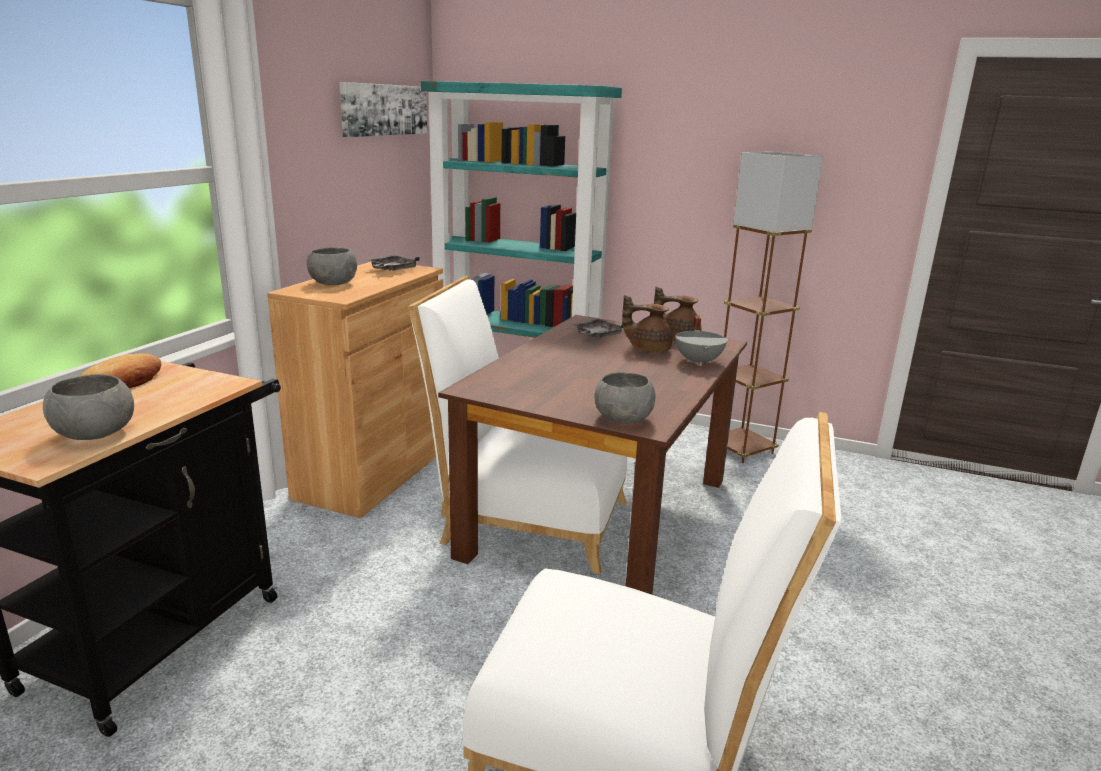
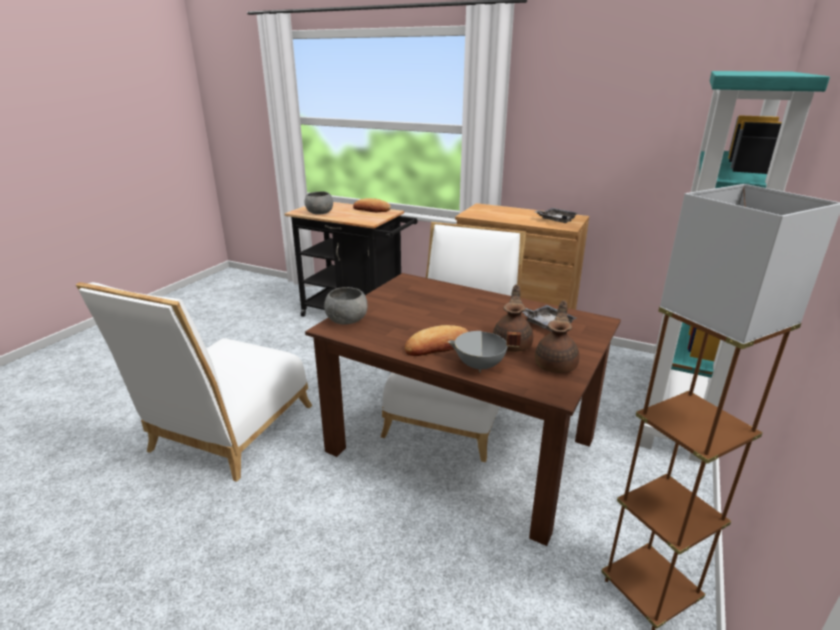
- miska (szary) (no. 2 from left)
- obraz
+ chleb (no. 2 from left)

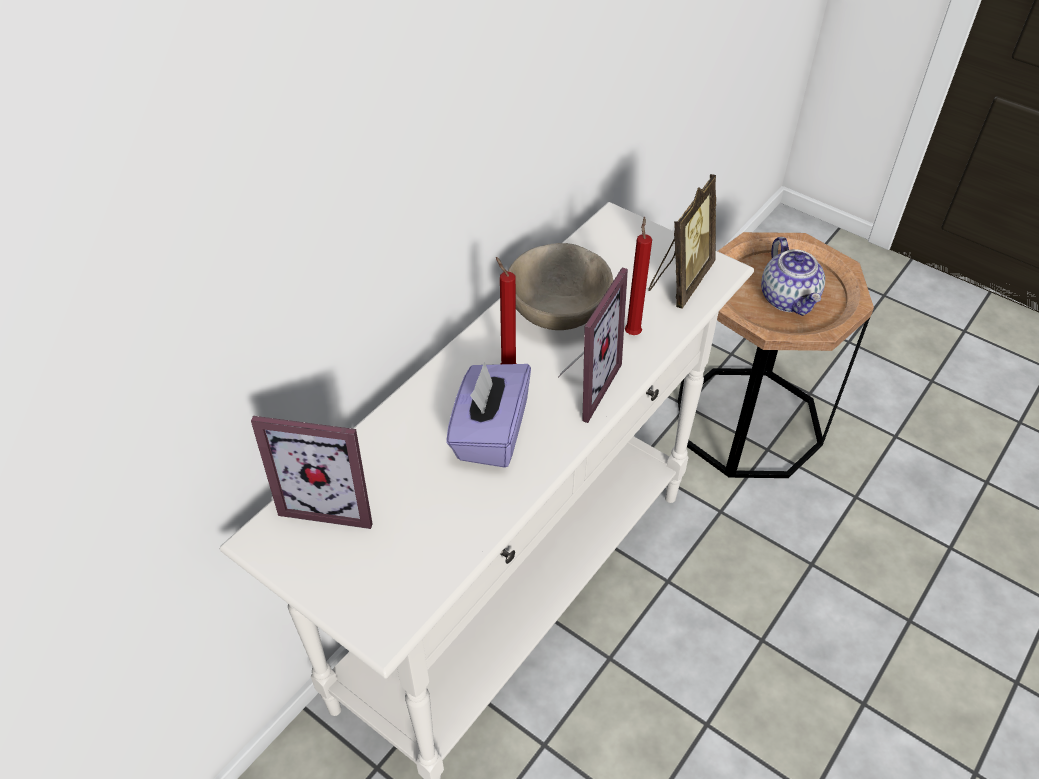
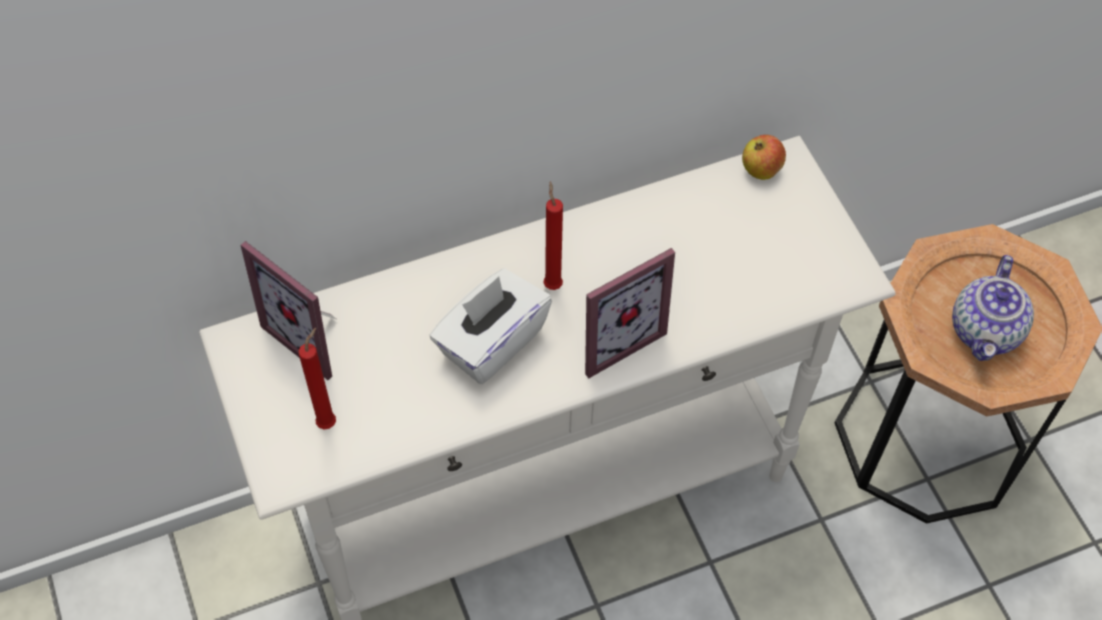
- miska (beżowy)
- ramka na zdjęcie (no. 3 from left)
+ jabłko
~ świeca (czerwony) (no. 2 from left in the first image) to świeca (czerwony) (no. 1 from left)
~ pudełko chusteczek (fioletowy) to pudełko chusteczek (biały)

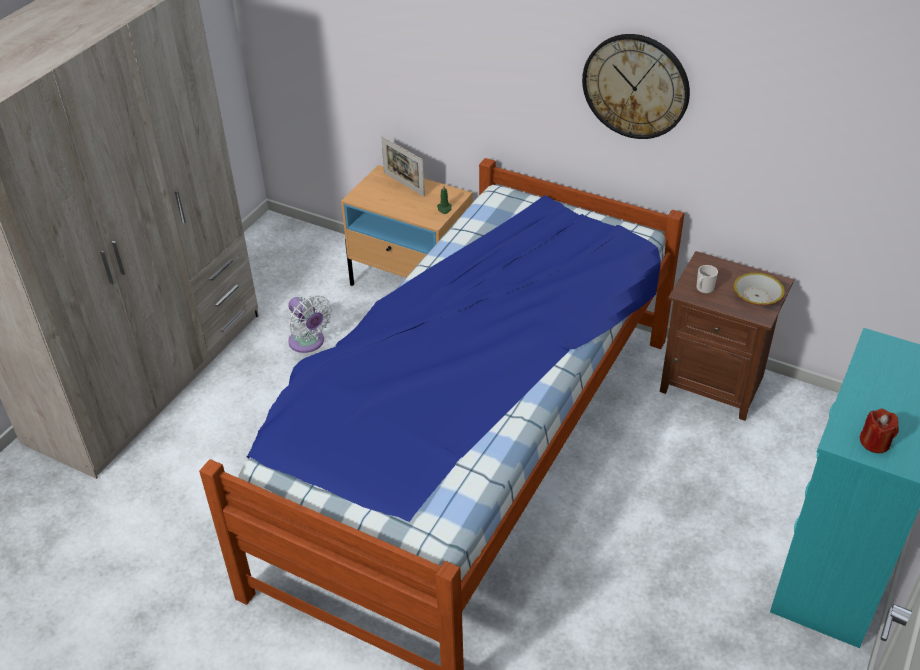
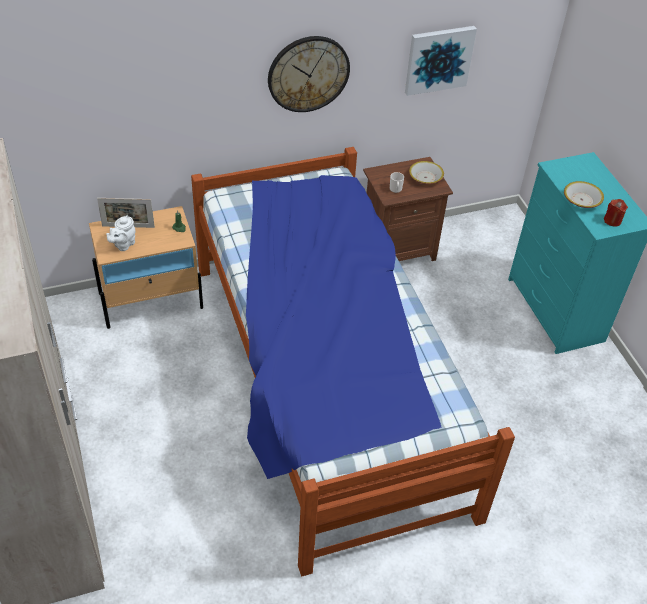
- wentylator (biały)
+ imbryk (biały)
+ obraz
+ miska (no. 2 from left)

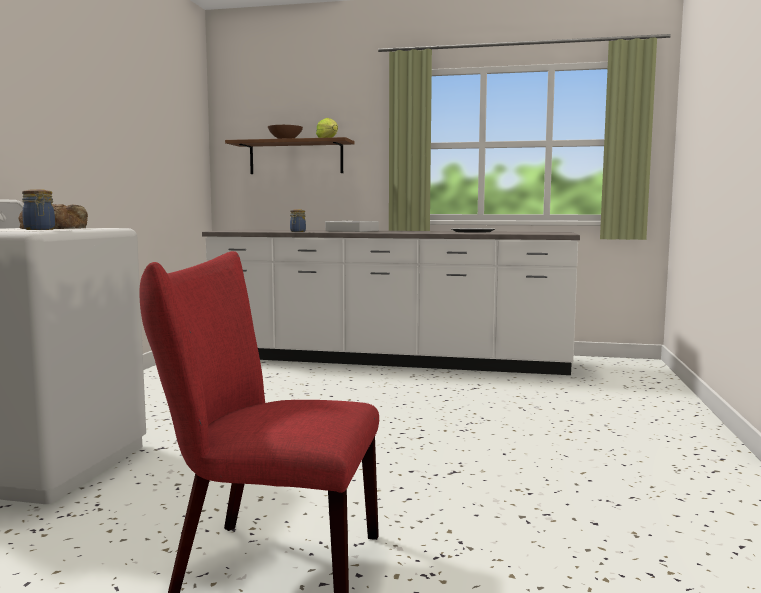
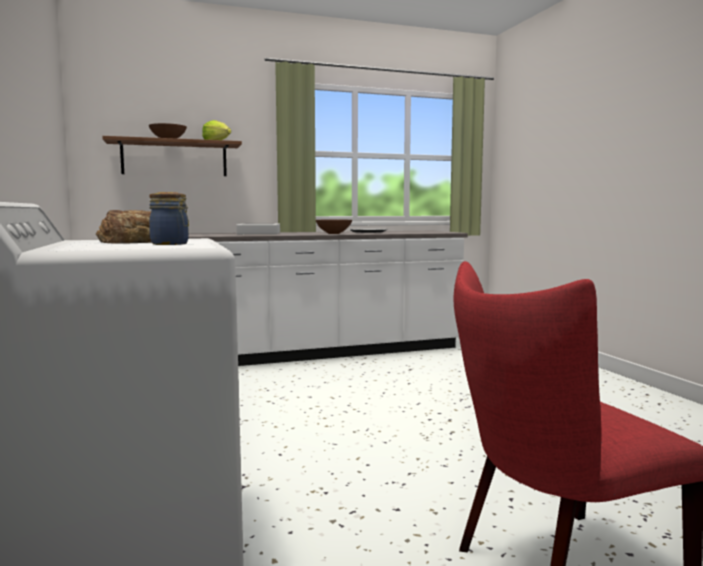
- słoik (no. 2 from left)
+ miska (brązowy) (no. 2 from left)

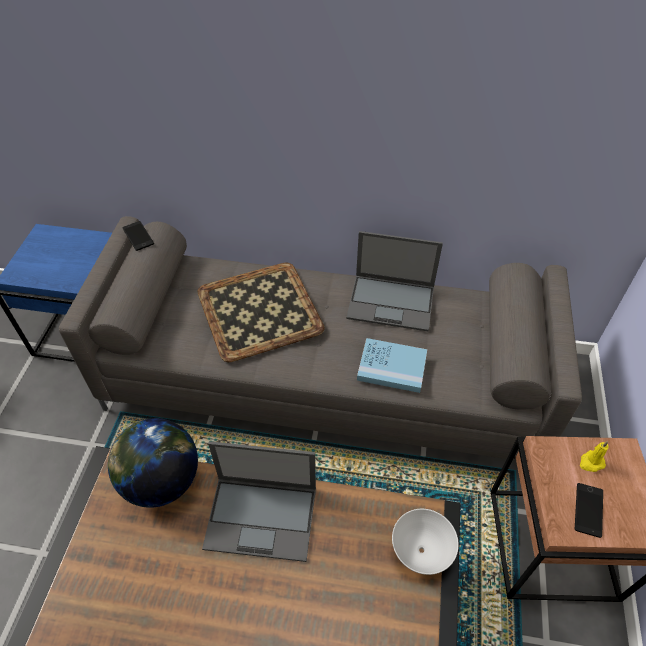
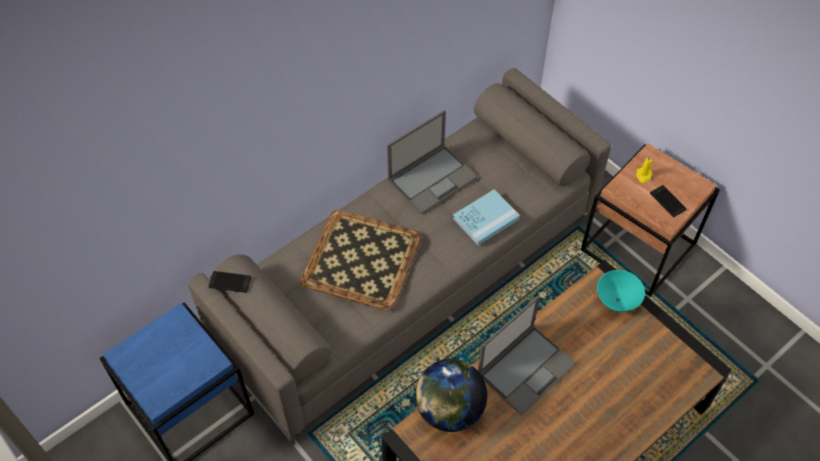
~ miska (biały) to miska (turkusowy)

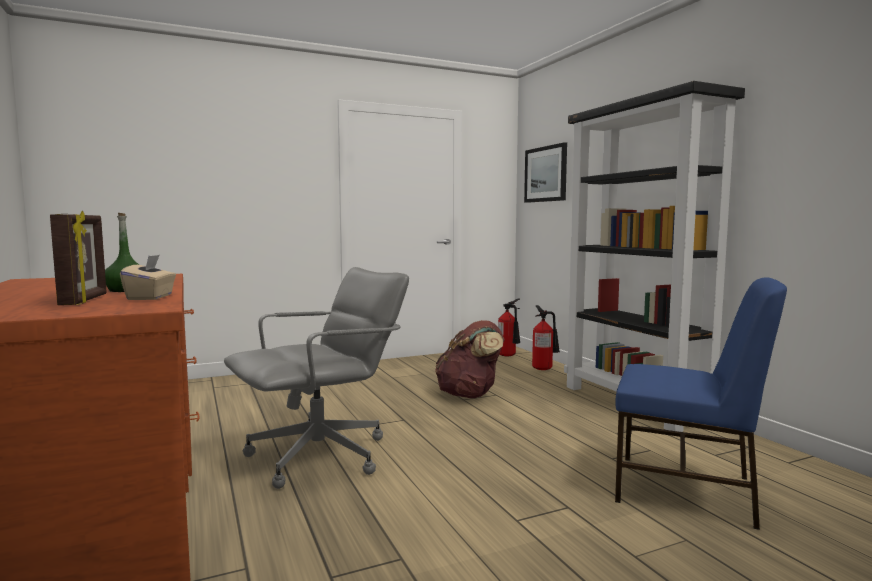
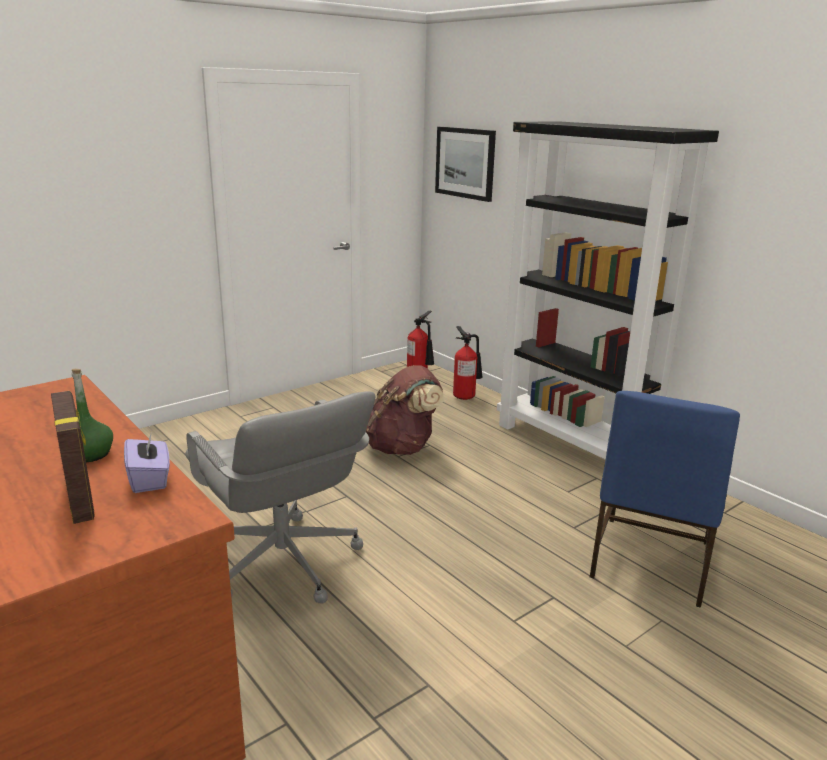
~ pudełko chusteczek (beżowy) to pudełko chusteczek (fioletowy)
~ krzesło biurowe (szary) 105 degrees clockwise
~ krzesło (niebieski) 105 degrees clockwise

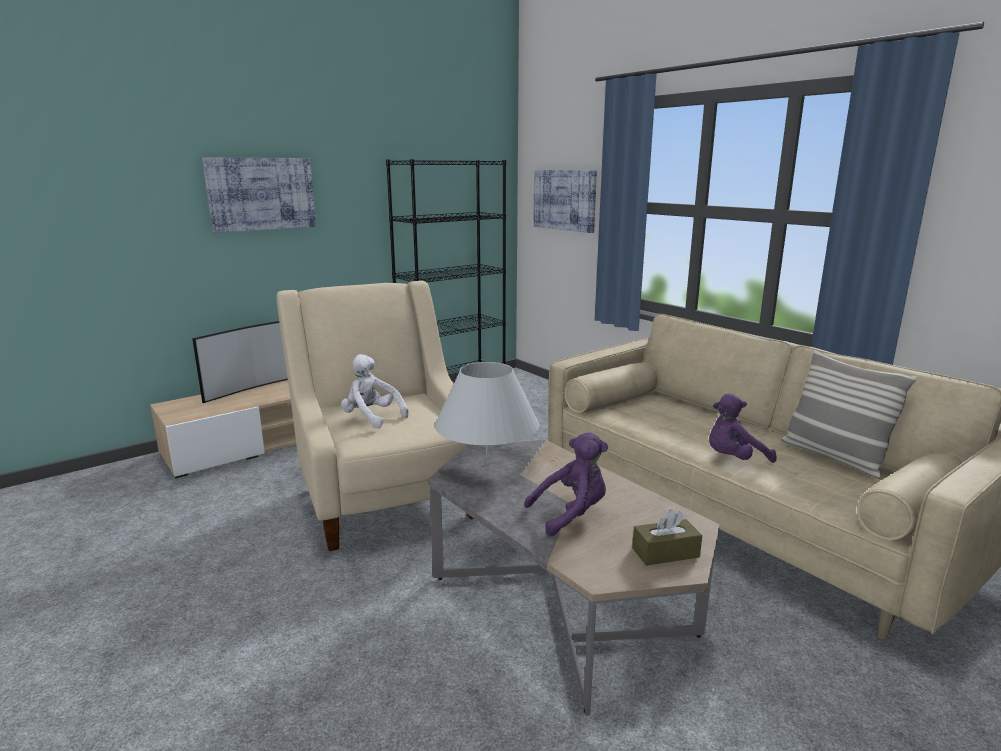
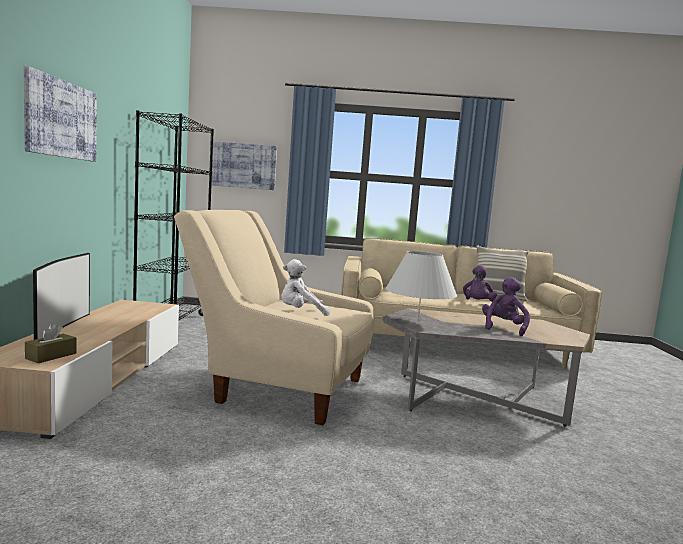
~ pudełko chusteczek (brązowy)

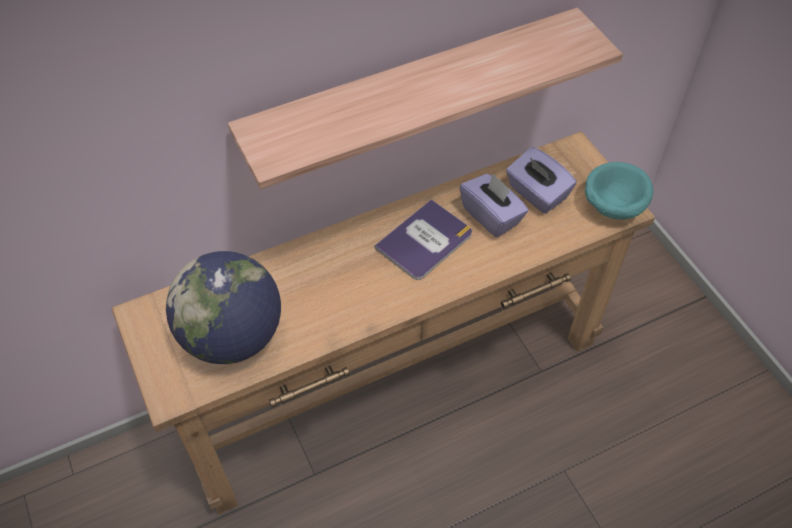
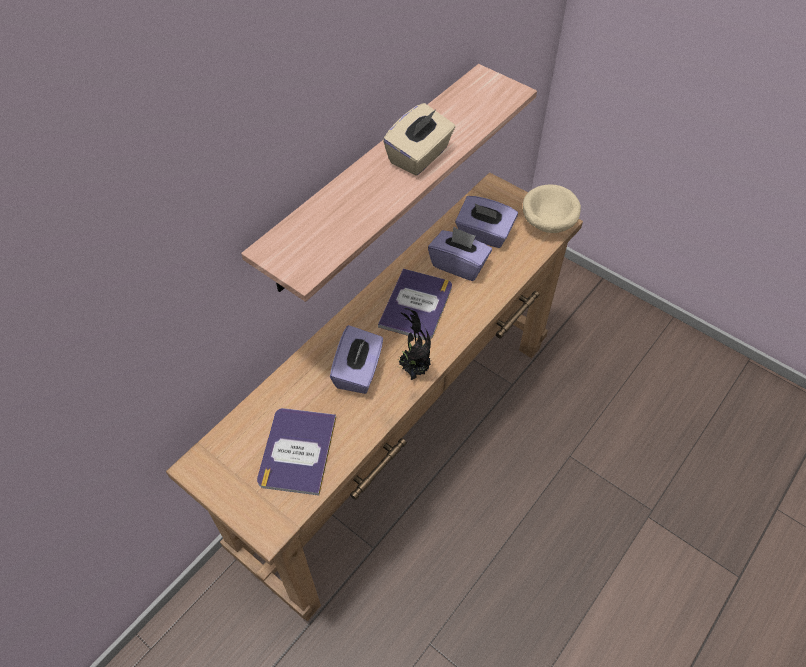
+ pudełko chusteczek (fioletowy) (no. 1 from left)
+ pudełko chusteczek (beżowy)
+ roślina doniczkowa
~ globus to książka (no. 1 from left)
~ miska (turkusowy) to miska (beżowy)

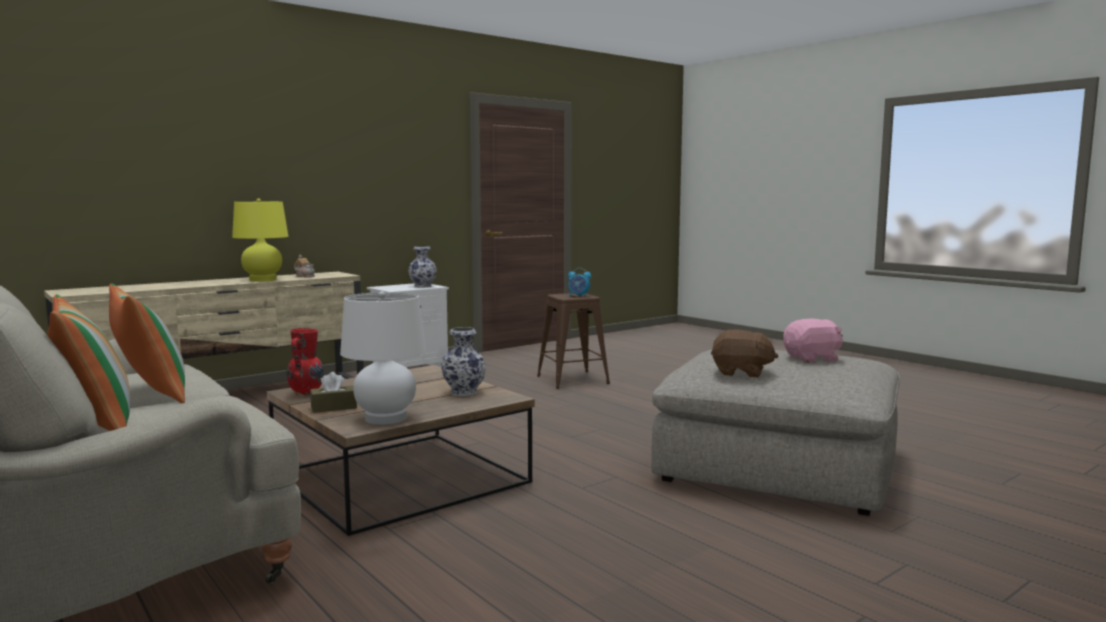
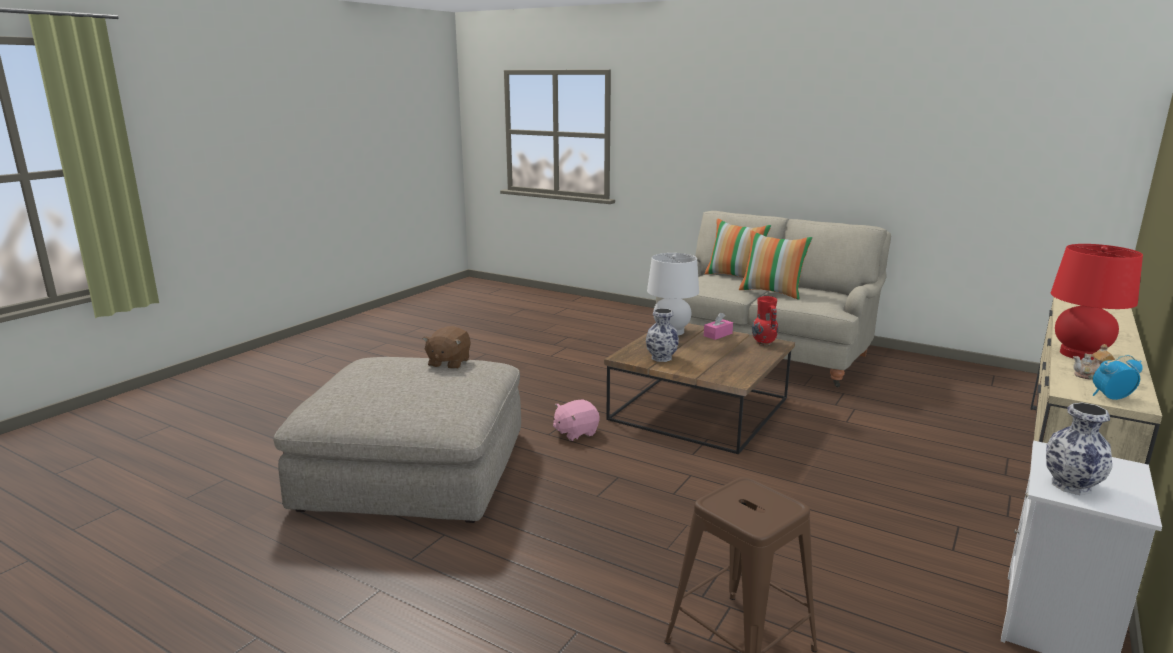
~ budzik
~ pluszak (różowy)
~ lampa stołowa (żółty) to lampa stołowa (czerwony)
~ pudełko chusteczek (brązowy) to pudełko chusteczek (różowy)
~ pluszak (brązowy) 75 degrees counterclockwise

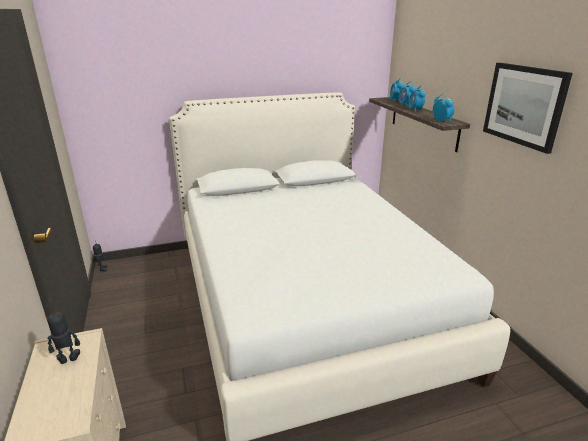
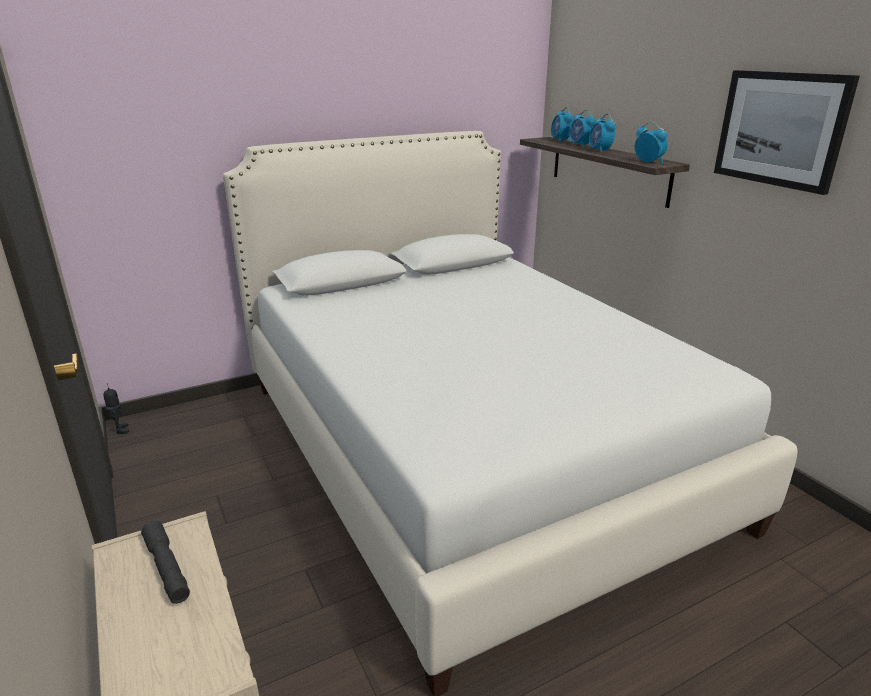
~ robot zabawkowy (no. 1 from left) to latarka (szary)

